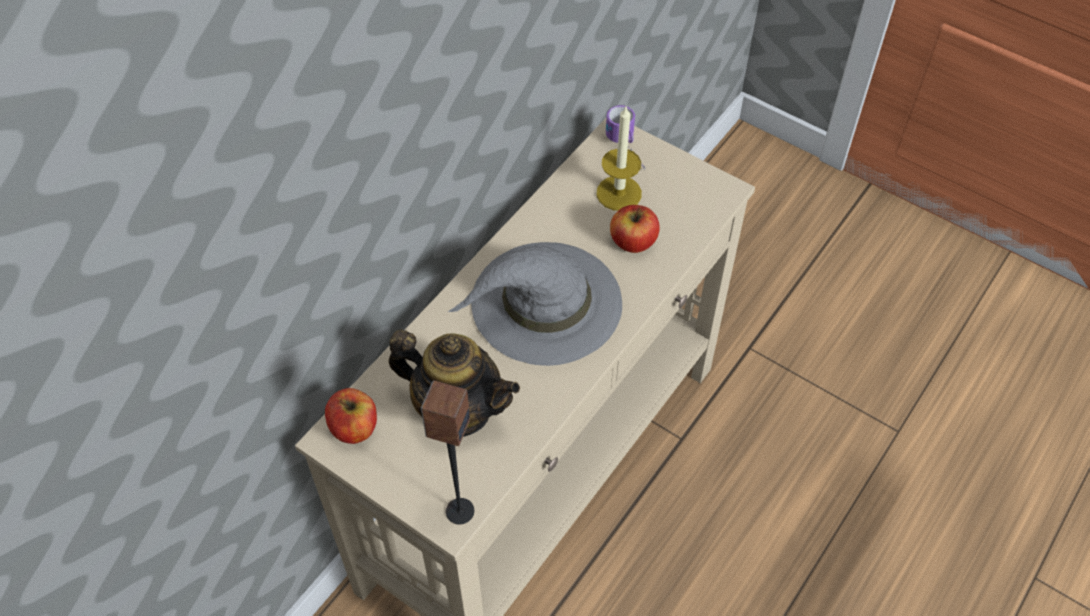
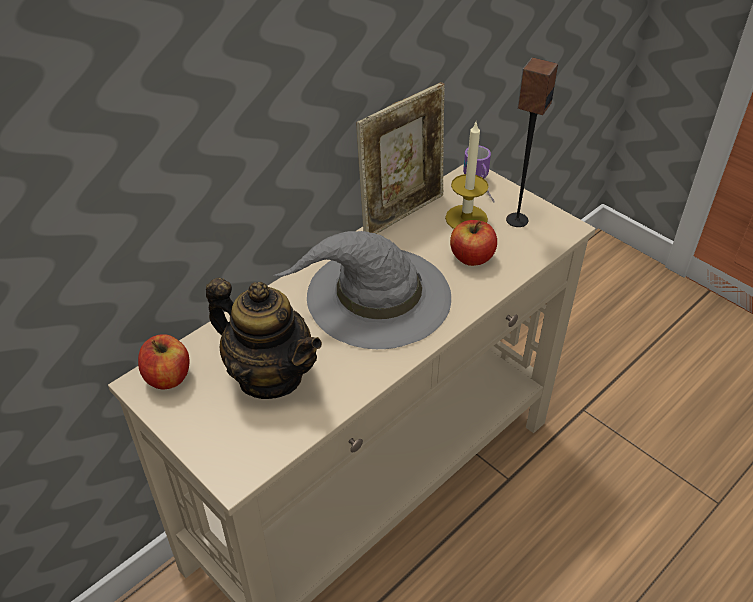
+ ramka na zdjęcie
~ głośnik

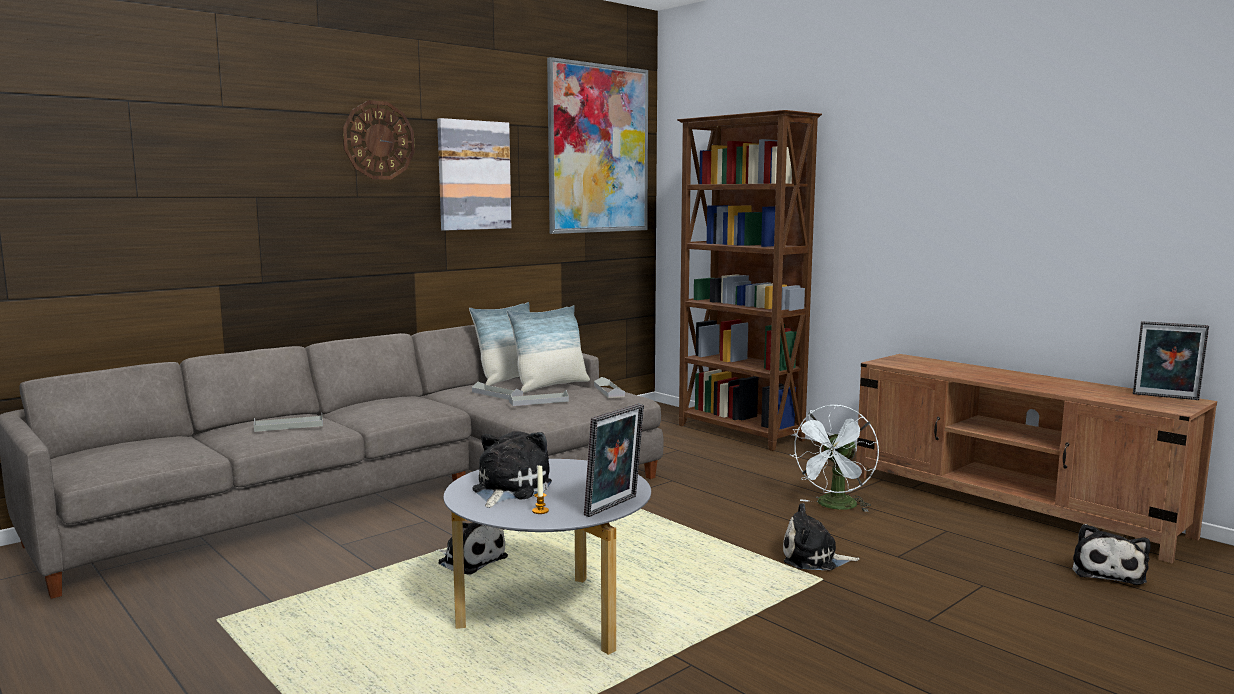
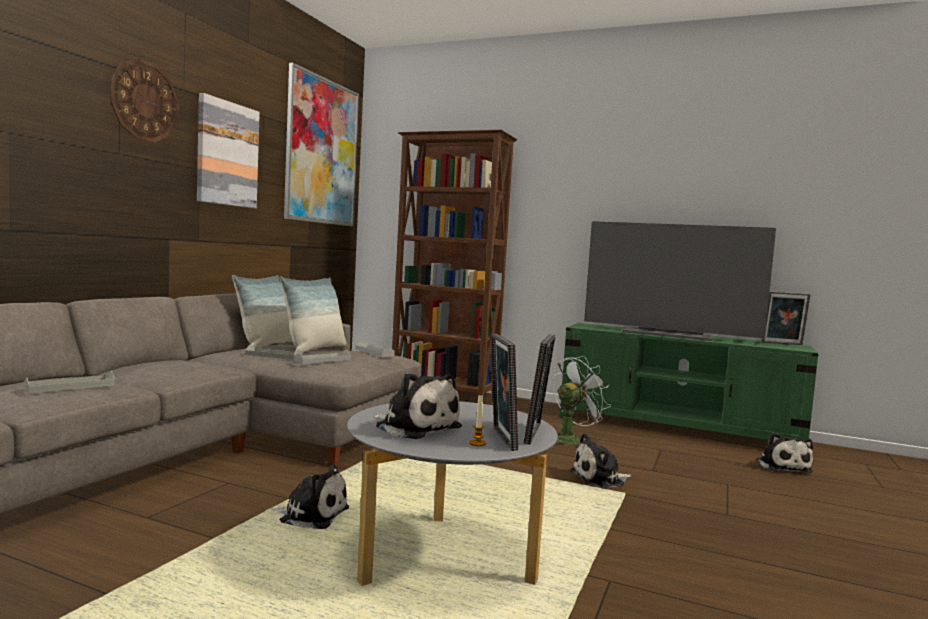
+ ramka na zdjęcie (no. 1 from left)
+ telewizor
~ szafka pod telewizor (brązowy) to szafka pod telewizor (zielony)
~ pluszak (no. 2 from left) 135 degrees clockwise
~ wentylator (biały) 135 degrees counterclockwise

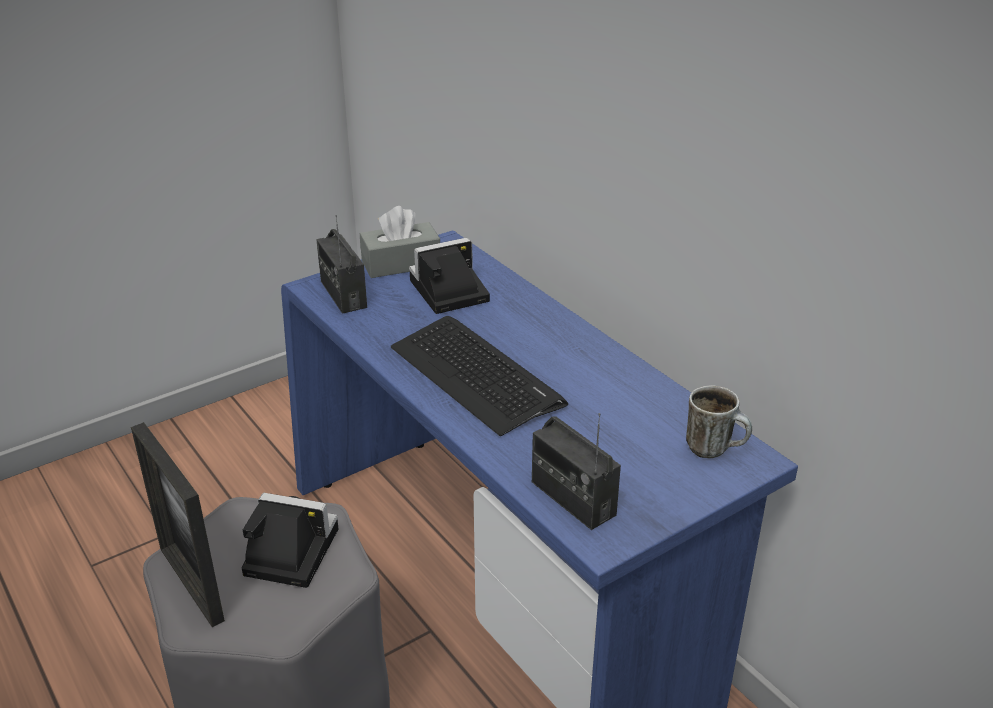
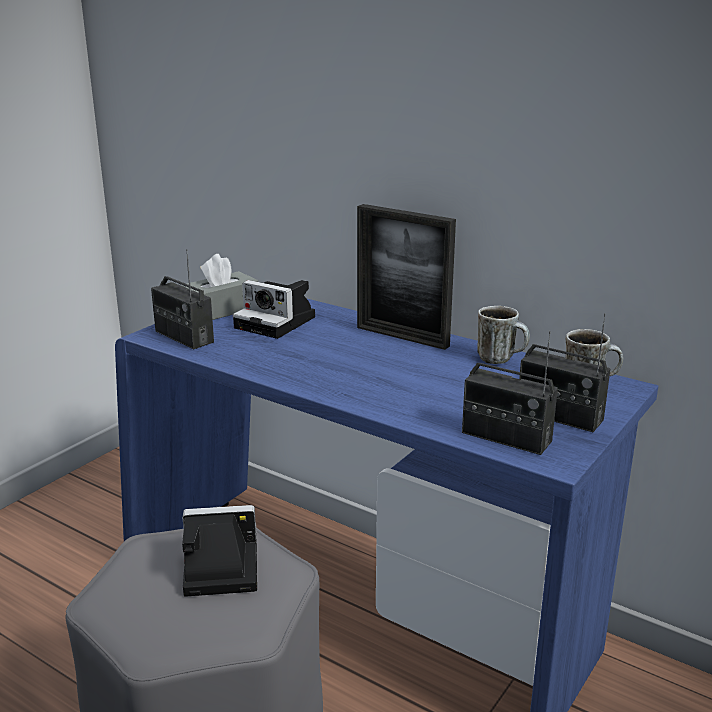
- klawiatura
+ kubek (no. 1 from left)
+ radio (no. 3 from left)
~ ramka na zdjęcie
~ aparat fotograficzny (no. 2 from left) 105 degrees counterclockwise

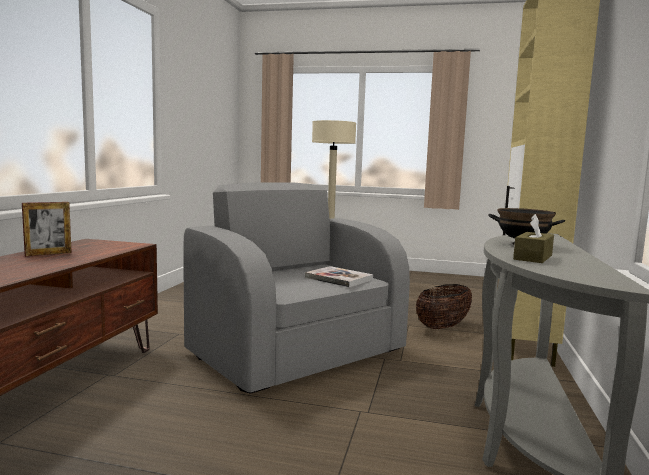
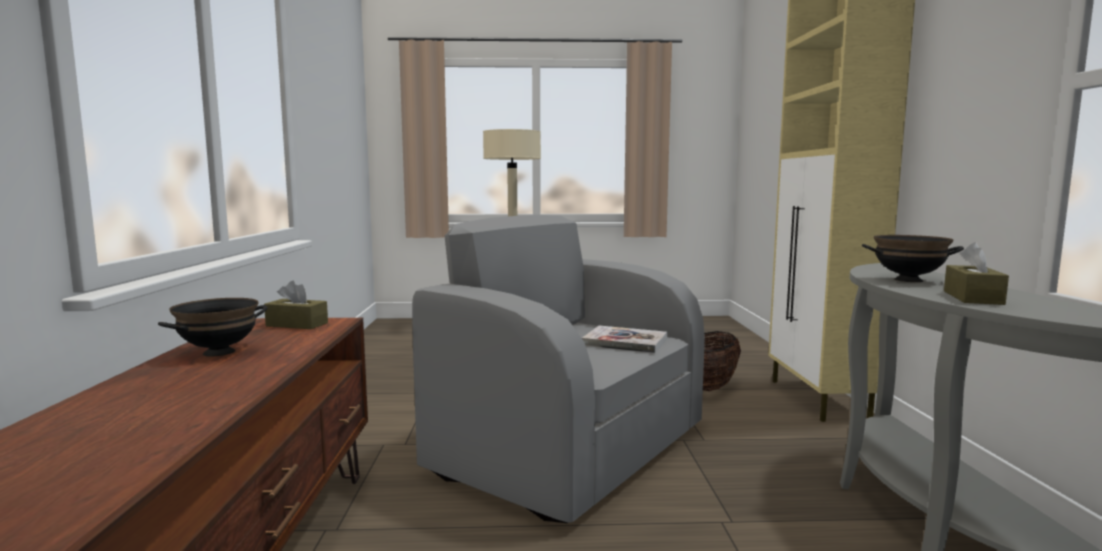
+ pudełko chusteczek (brązowy) (no. 1 from left)
~ ramka na zdjęcie to miska (czarny) (no. 1 from left)

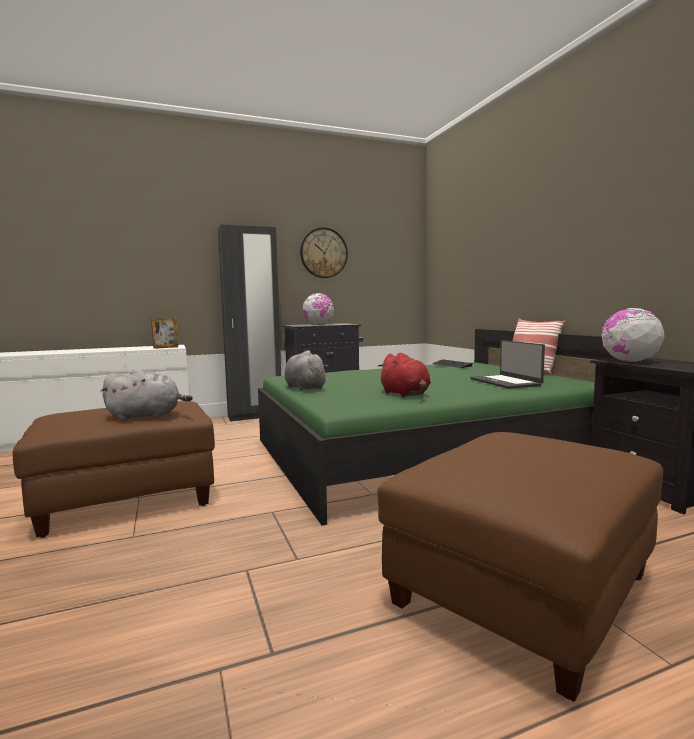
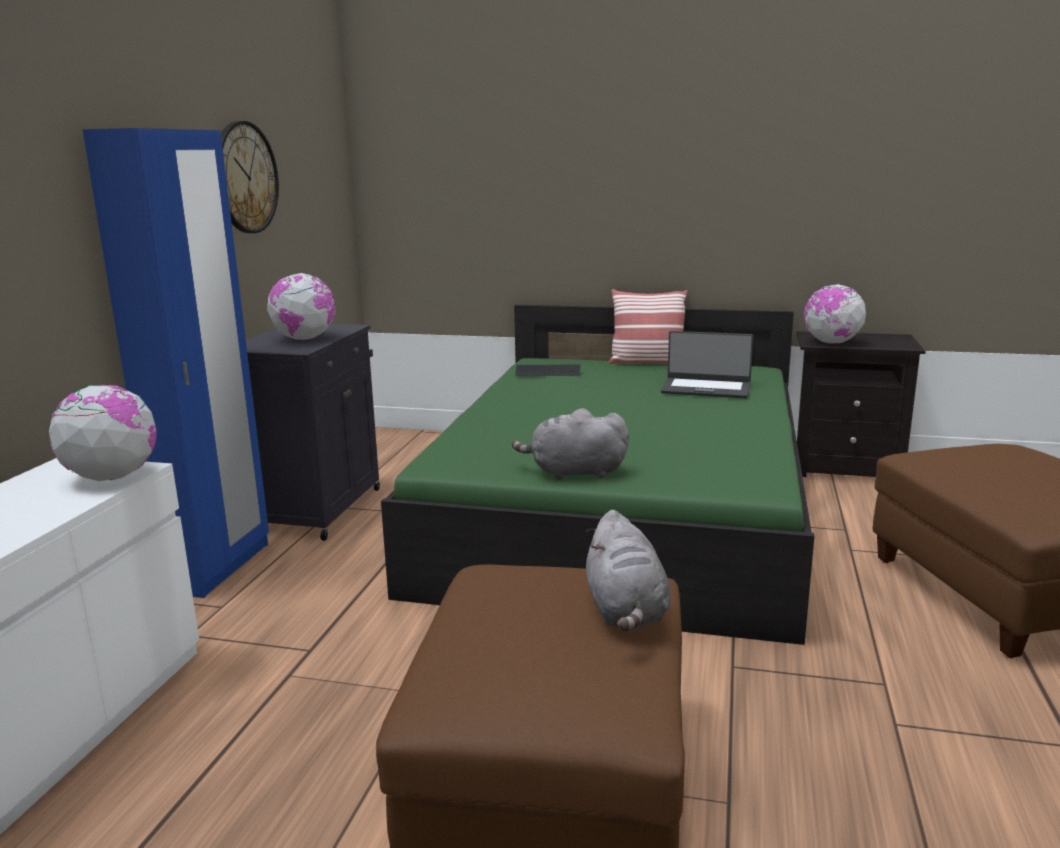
- pluszak (czerwony)
~ ramka na zdjęcie to globus (no. 1 from left)
~ szafa (czarny) to szafa (niebieski)
~ pluszak (szary) (no. 1 from left in the first image) 150 degrees clockwise

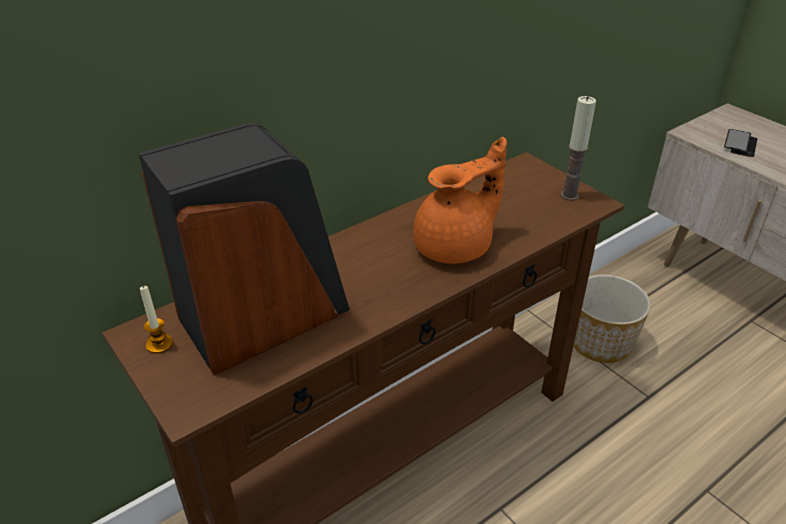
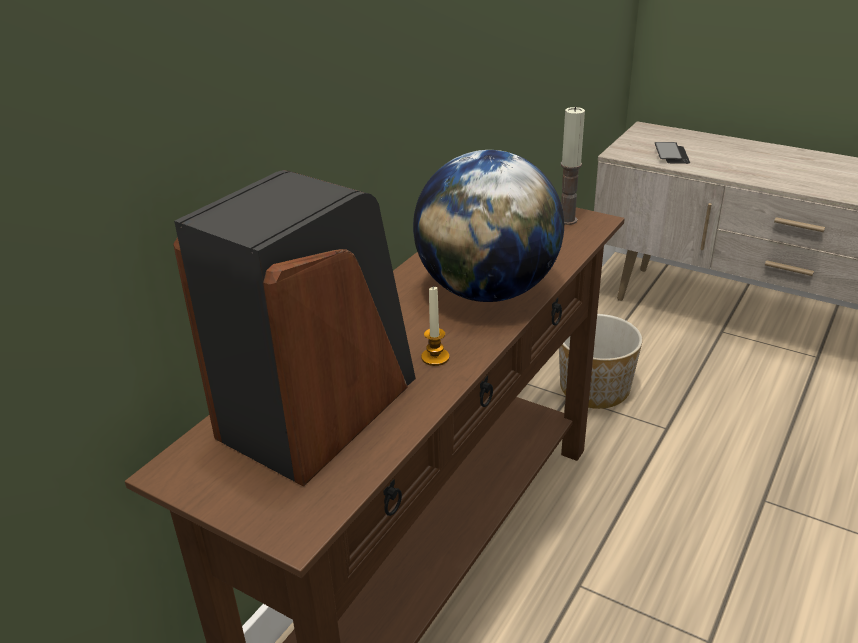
~ świeca (no. 1 from left)
~ imbryk (pomarańczowy) to globus

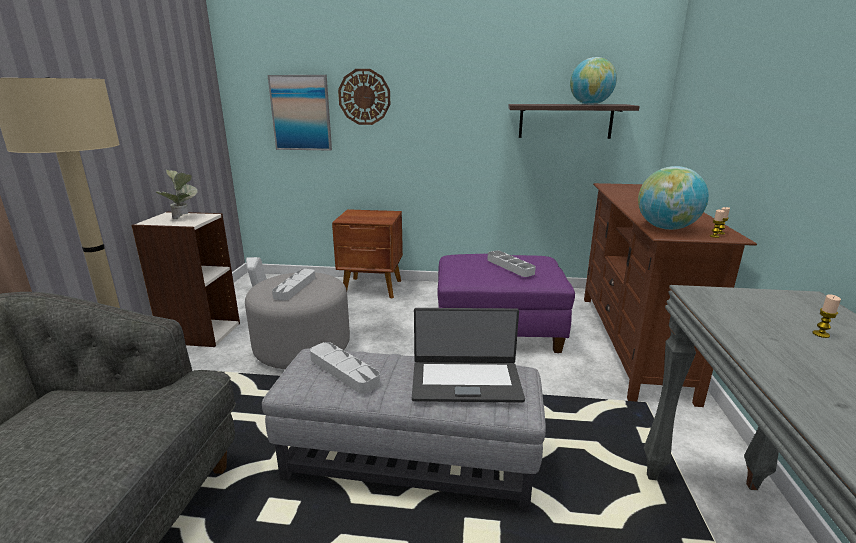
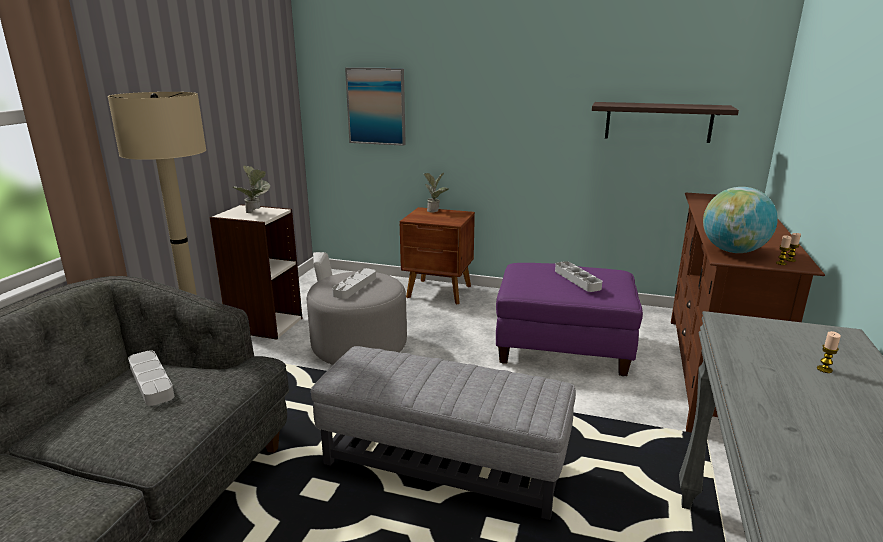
- zegar ścienny
- laptop
- globus (no. 1 from left)
+ roślina doniczkowa (no. 2 from left)
~ taca (szary) (no. 2 from left in the first image) to taca (szary) (no. 1 from left)

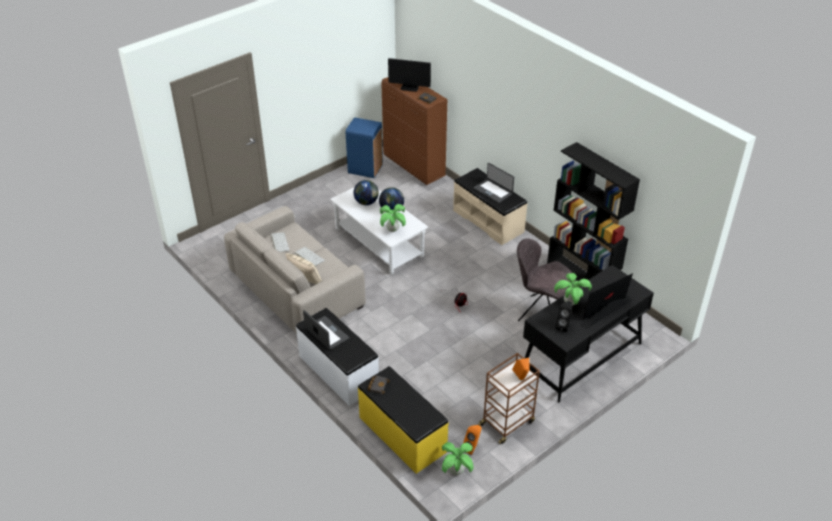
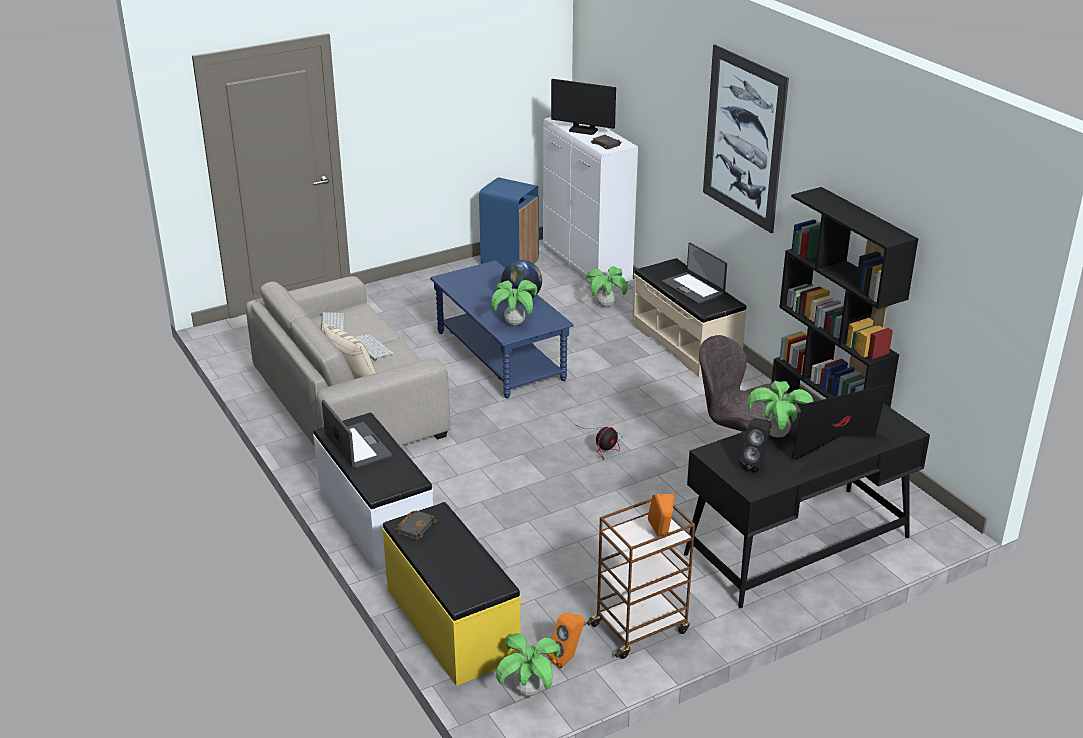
- globus (no. 1 from left)
+ roślina doniczkowa (no. 3 from left)
+ obraz
~ ława (biały) to ława (niebieski)
~ szafka (brązowy) to szafka (biały)

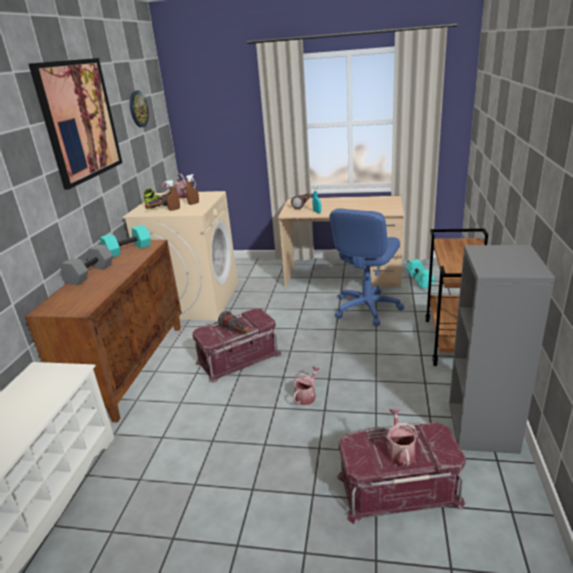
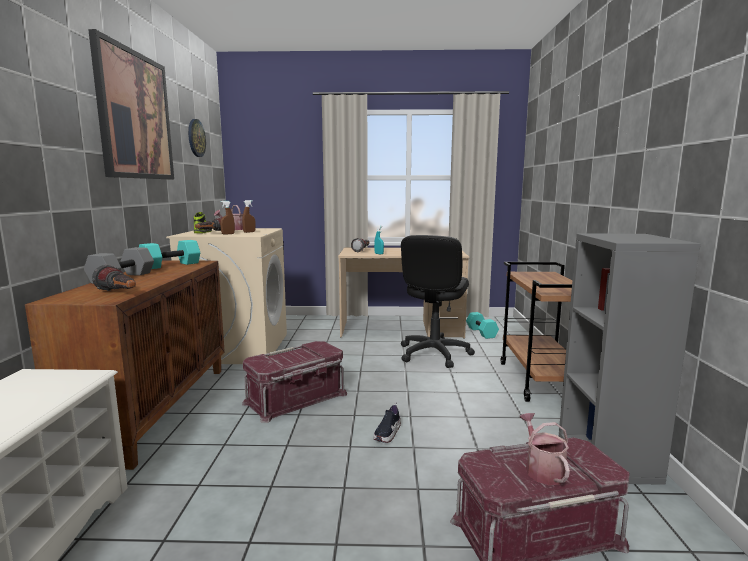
~ latarka (no. 2 from left in the first image) to latarka (no. 1 from left)
~ konewka (no. 2 from left) to but (no. 2 from left)
~ krzesło biurowe (niebieski) to krzesło biurowe (czarny)

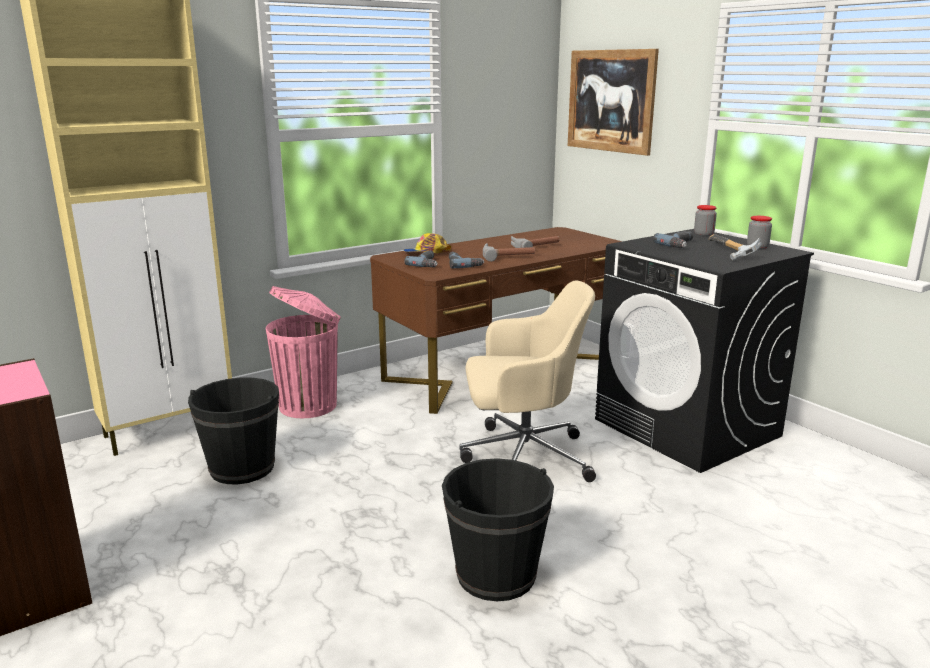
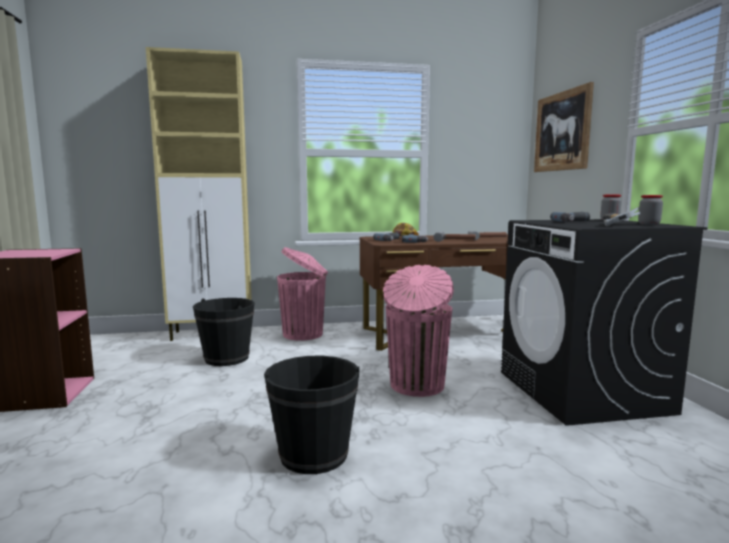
~ krzesło biurowe (beżowy) to kosz na śmieci (różowy) (no. 2 from left)

